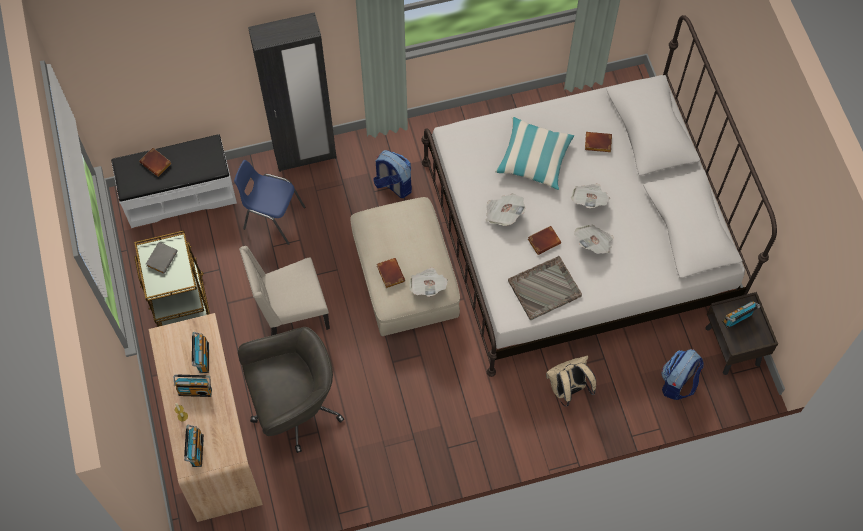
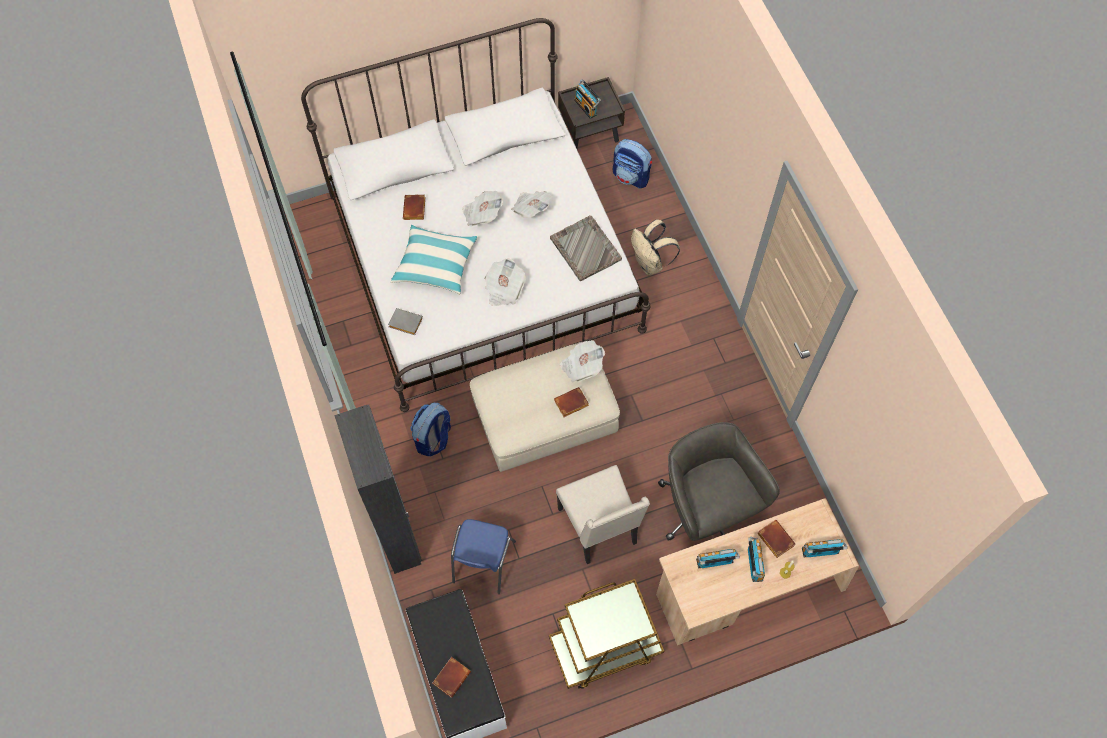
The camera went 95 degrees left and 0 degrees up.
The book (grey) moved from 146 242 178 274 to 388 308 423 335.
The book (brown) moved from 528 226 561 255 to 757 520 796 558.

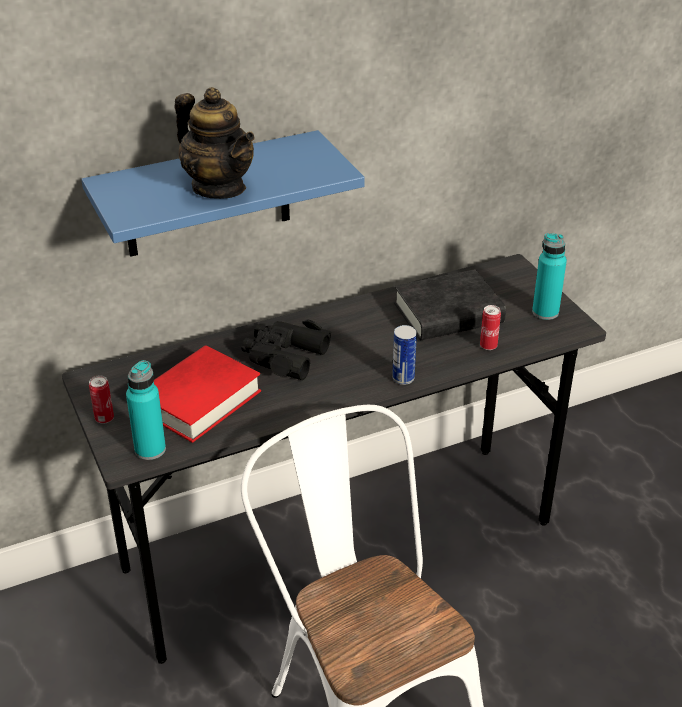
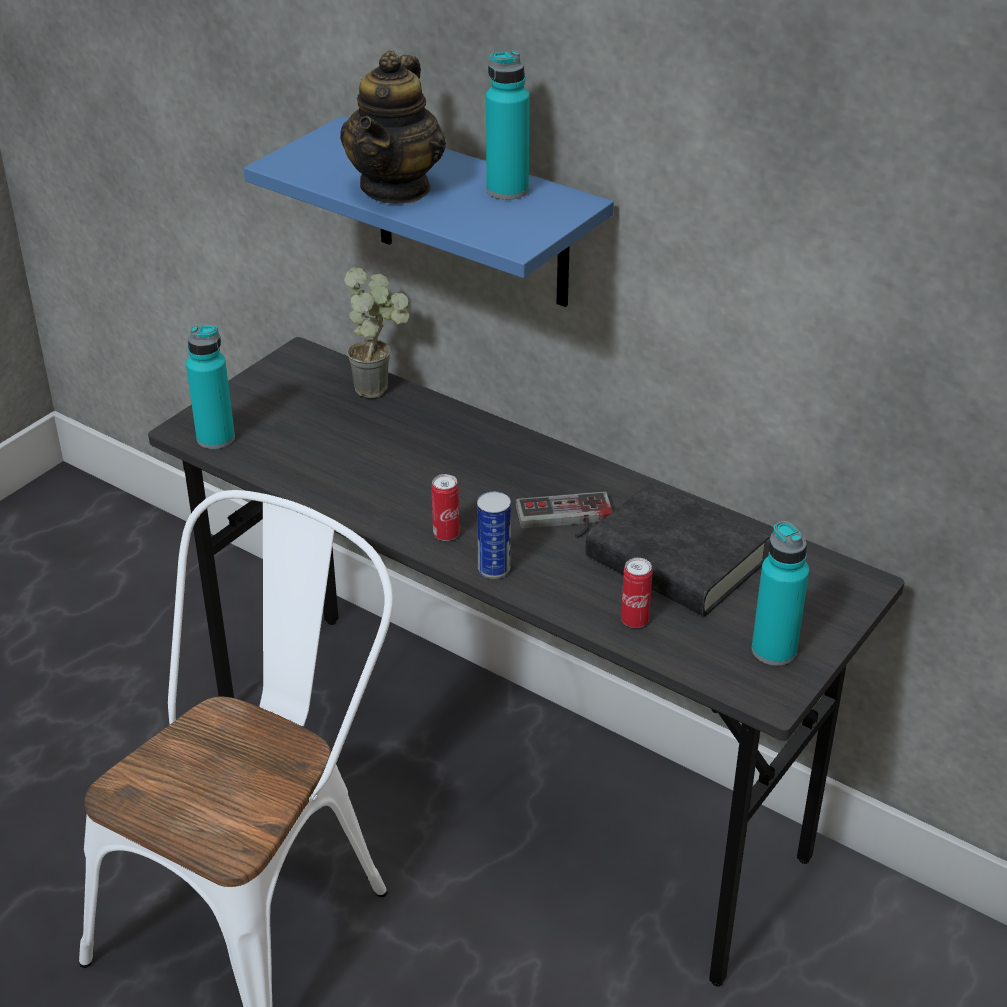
The camera went 60 degrees right and 0 degrees up.
The book (red) at 154 345 261 443 disappeared.
The binoculars (black) at 241 320 331 380 disappeared.
The potted plant at 344 267 410 398 appeared.
The bottle (turquoise) at 486 50 530 200 appeared.
The game controller at 516 492 613 538 appeared.
The can moved from 89 375 114 424 to 431 474 459 541.

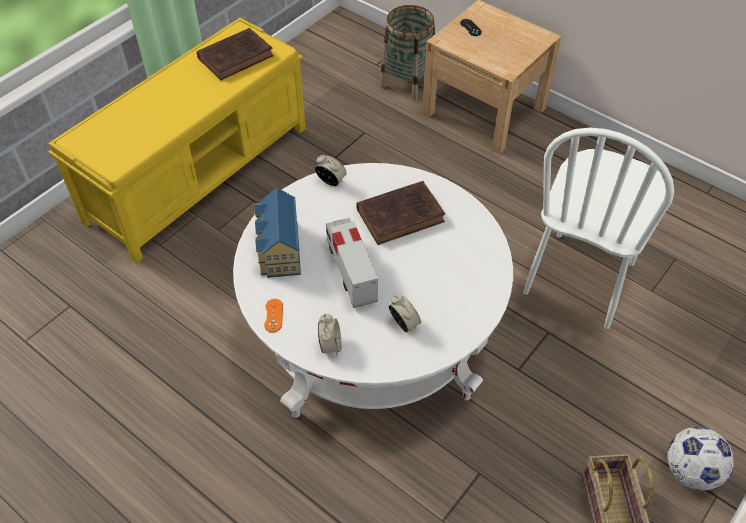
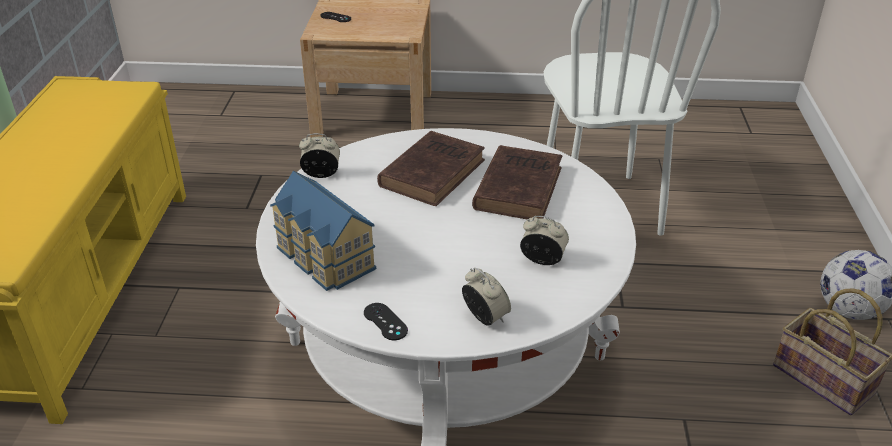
The camera went 35 degrees left and 15 degrees down.
The toy truck at 326 218 378 308 disappeared.
The basket at 380 5 435 100 disappeared.
The book (brown) moved from 197 28 273 80 to 472 145 562 219.
The game controller (orange) at 264 299 283 332 became the game controller (black) at 364 303 408 340.

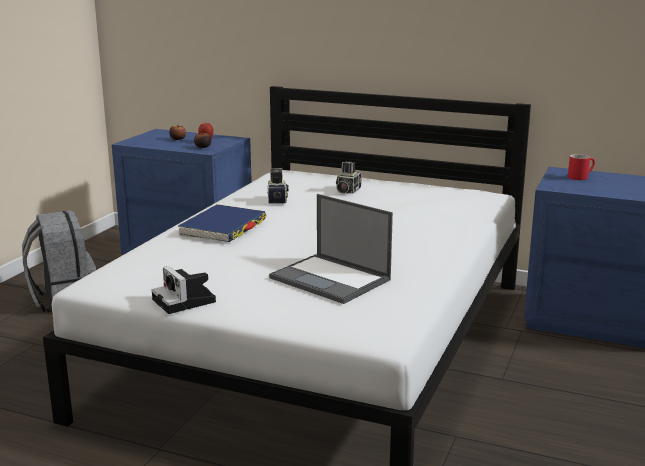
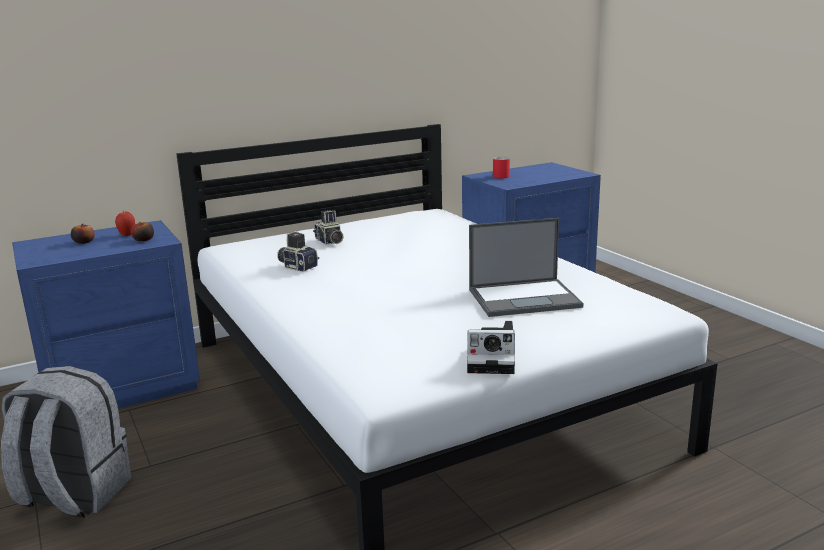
The camera went 50 degrees left and 0 degrees up.
The book (blue) at 178 204 266 242 disappeared.

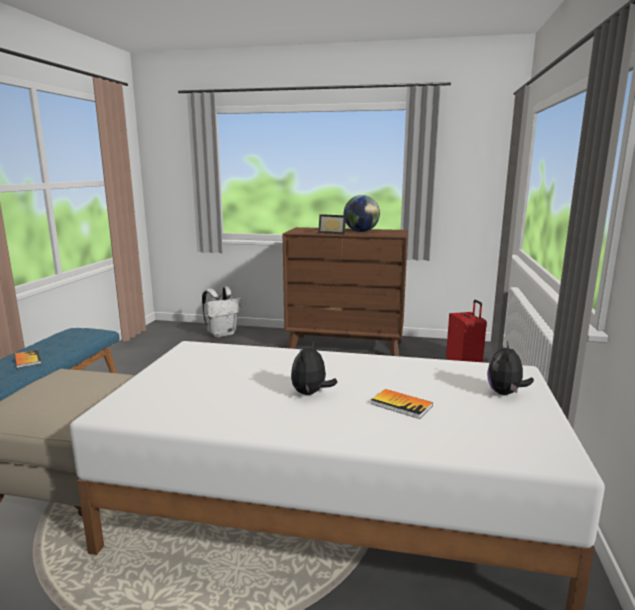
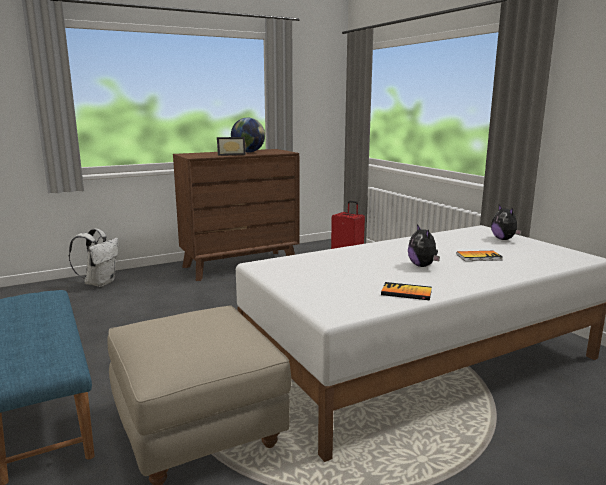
The camera went 40 degrees left and 0 degrees up.
The book moved from 14 350 41 368 to 381 282 432 300.

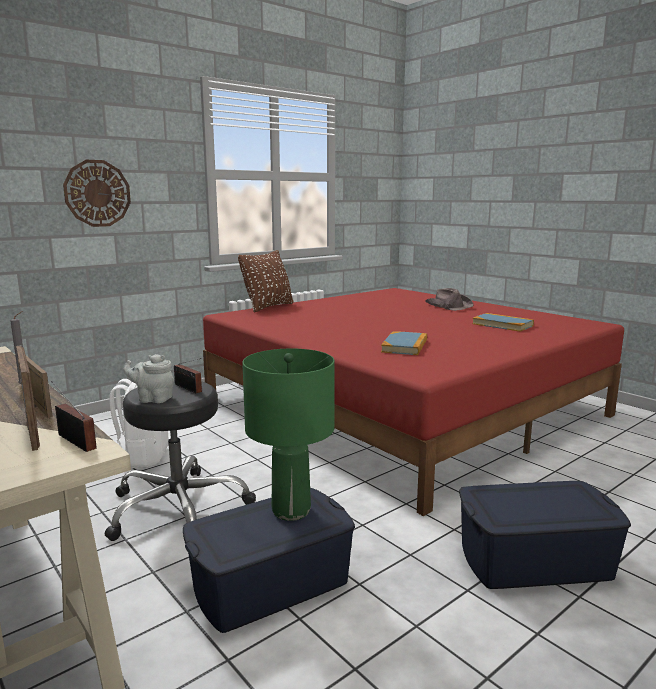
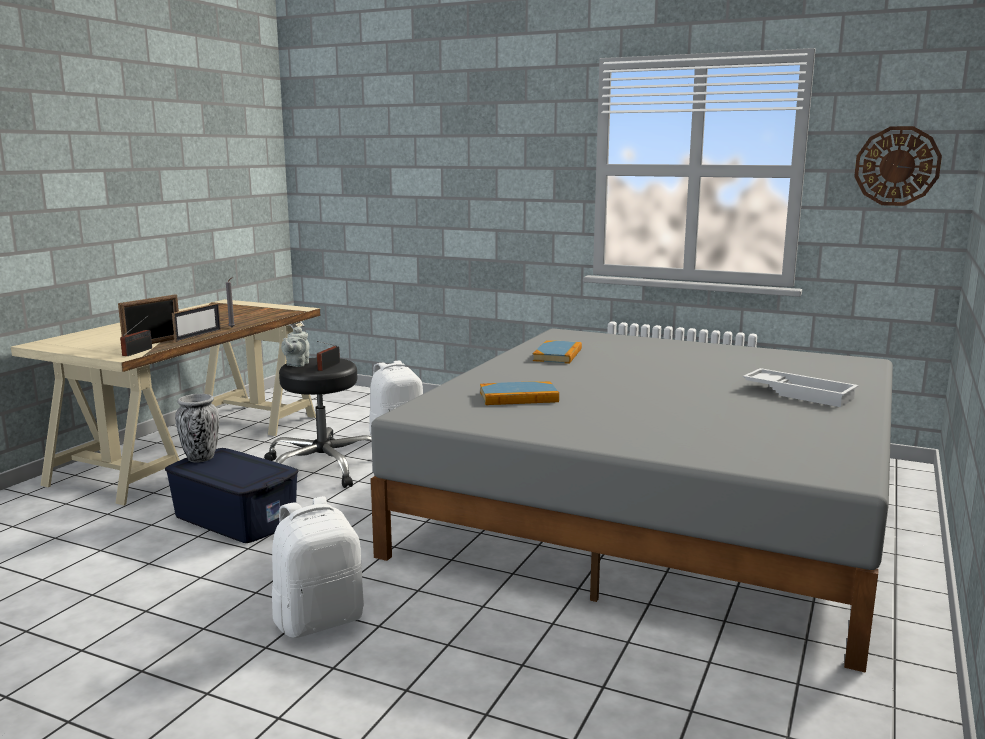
The camera went 65 degrees right and 0 degrees up.
The pillow (brown) at 238 250 294 313 disappeared.
The table lamp (green) at 242 348 335 521 disappeared.
The vase at 175 394 219 463 appeared.
The wall clock moved from 63 160 131 227 to 854 126 942 206.
The book moved from 472 313 534 332 to 533 340 582 364.
The hat (brown) at 425 288 474 311 was replaced by the tray (white) at 743 368 859 407.
The storage box (blue) at 459 481 631 589 was replaced by the backpack (white) at 272 496 364 638.
The bed (red) at 203 288 624 516 became the bed (grey) at 371 329 893 673.
The teapot (grey) at 123 354 174 403 turned 150 degrees counterclockwise.

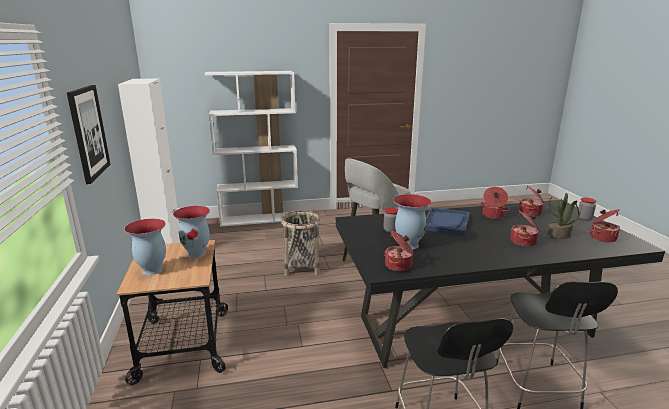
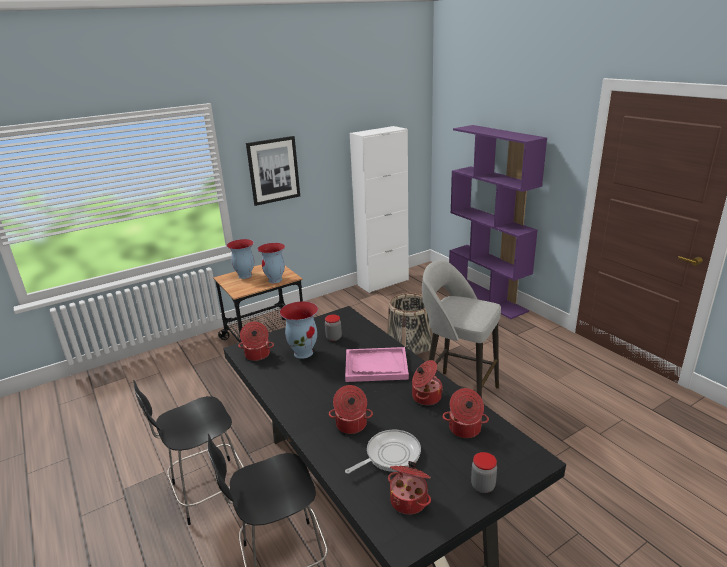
The camera went 70 degrees right and 5 degrees up.
The potted plant at 547 193 580 239 was replaced by the frying pan at 345 429 421 474.
The bookcase (white) at 205 71 298 227 became the bookcase (purple) at 449 125 547 319.
The tray (blue) at 426 207 470 236 became the tray (pink) at 345 347 409 382.

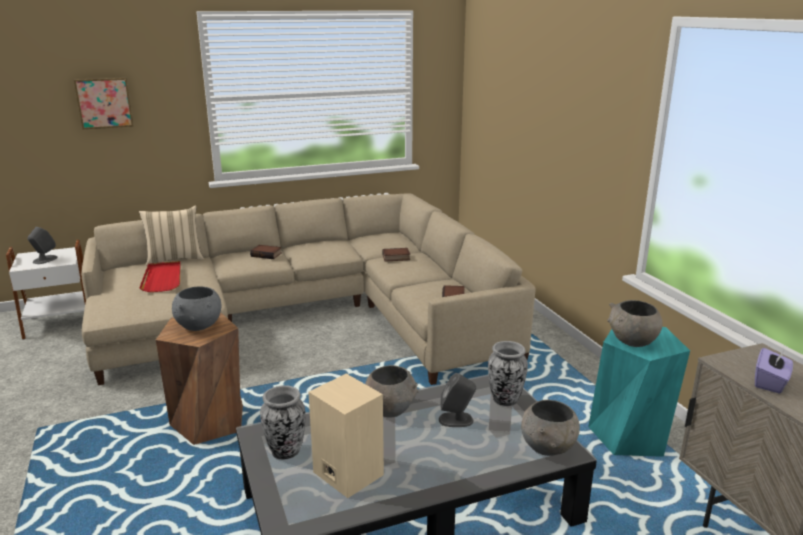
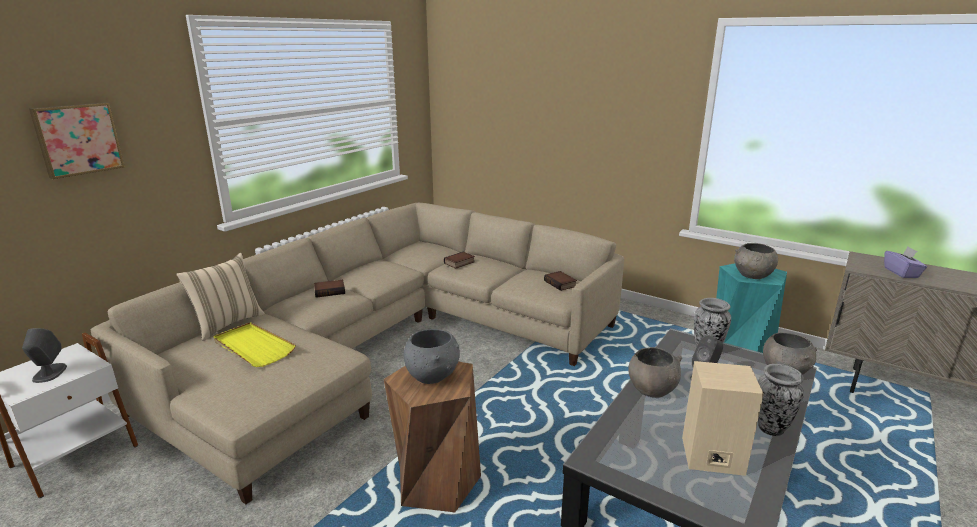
The camera went 35 degrees left and 0 degrees up.
The vase moved from 260 385 306 460 to 758 364 804 436.
The tray (red) at 139 261 181 292 became the tray (yellow) at 213 322 296 367.

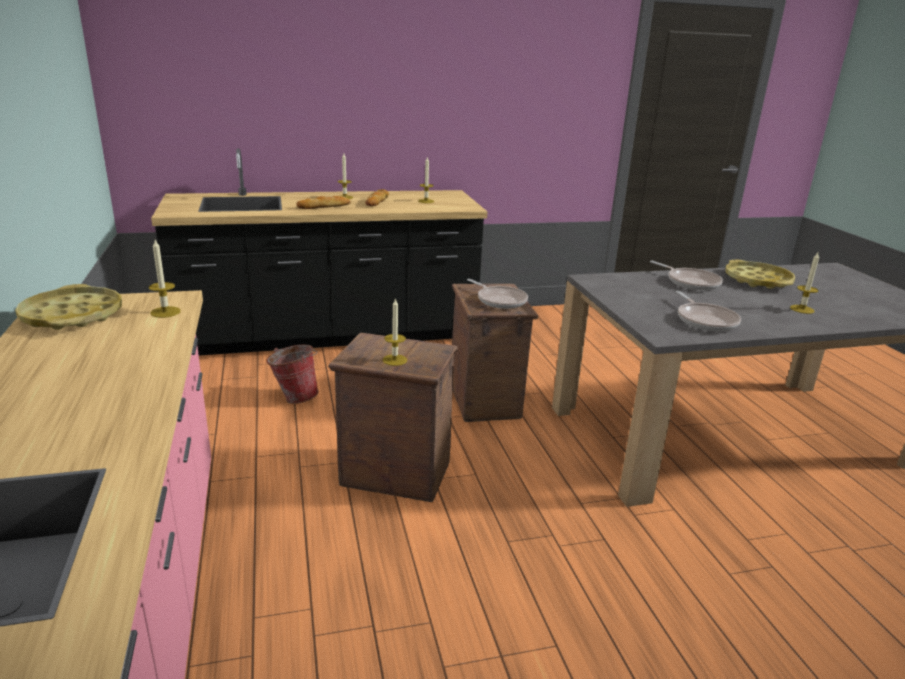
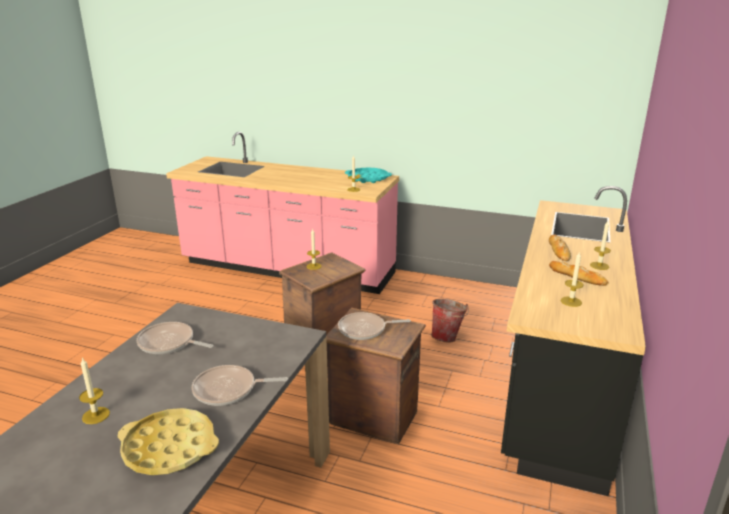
The camera went 125 degrees right and 0 degrees up.
The tray (yellow) at 15 284 122 330 became the tray (turquoise) at 345 167 392 183.

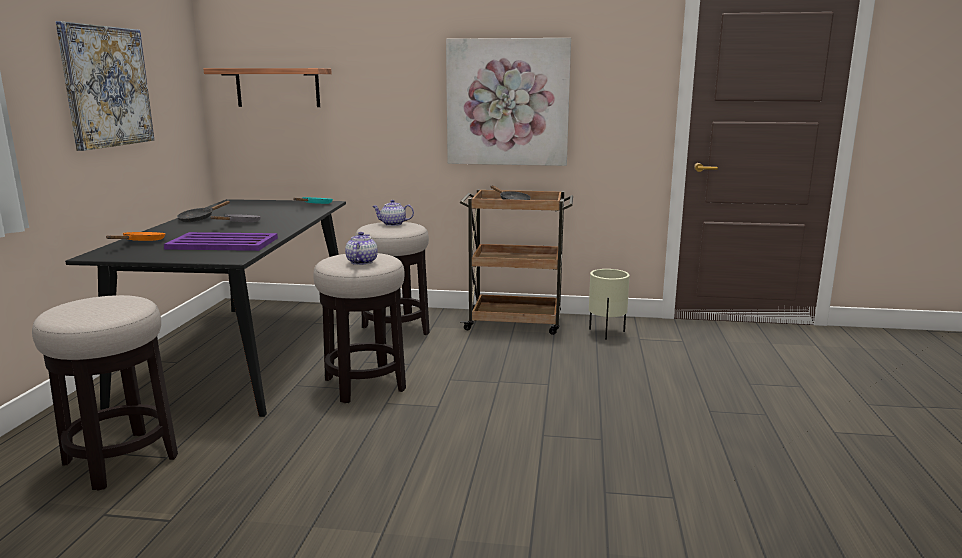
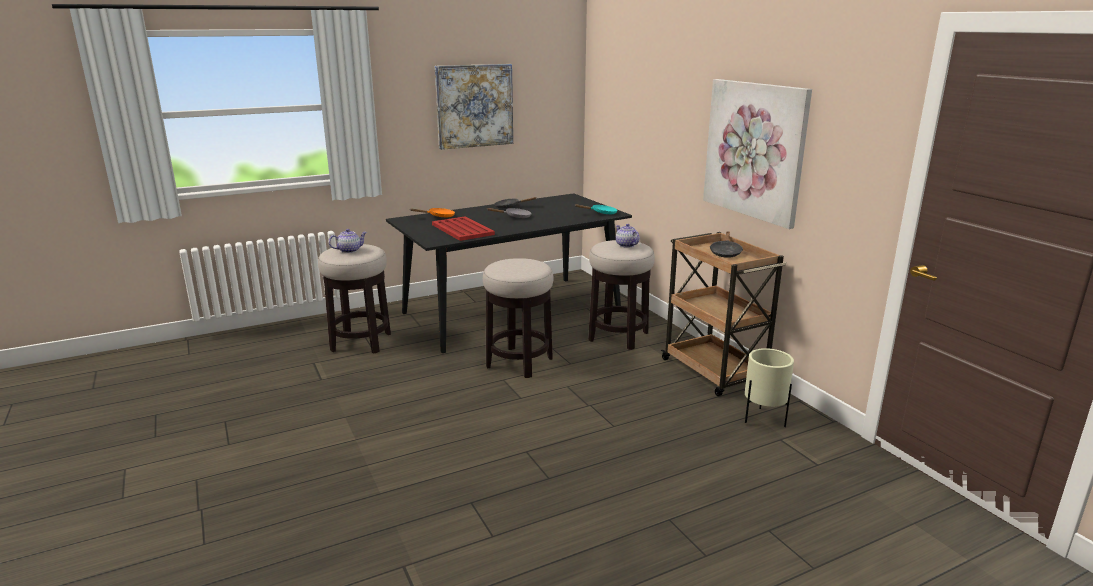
The camera went 55 degrees right and 5 degrees up.
The shelf at 203 68 332 107 disappeared.
The teapot moved from 345 232 378 265 to 329 229 367 253.
The tray (purple) at 164 232 278 251 became the tray (red) at 432 216 495 241.

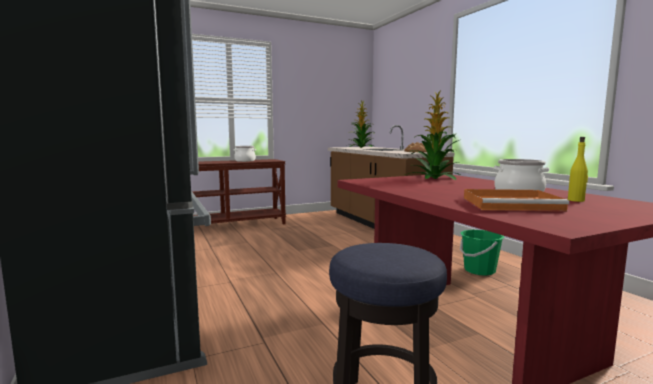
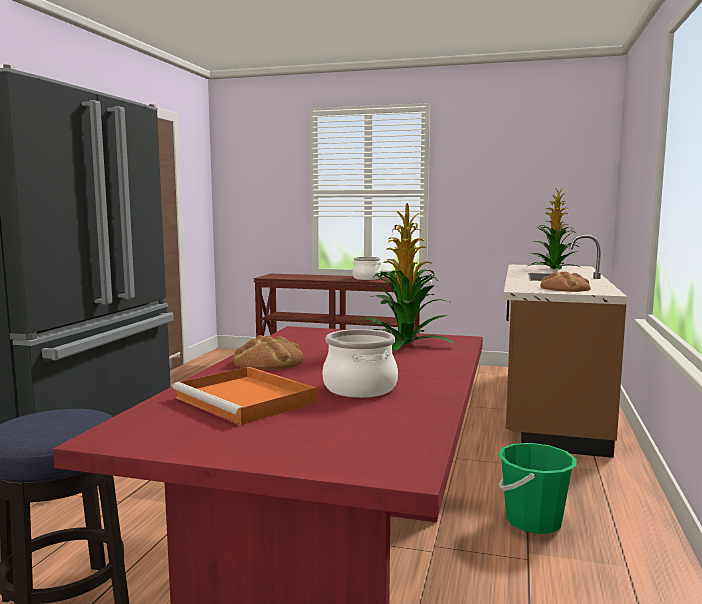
The camera went 40 degrees right and 0 degrees up.
The bottle (yellow) at 568 137 588 202 disappeared.
The bread at 233 335 304 370 appeared.

